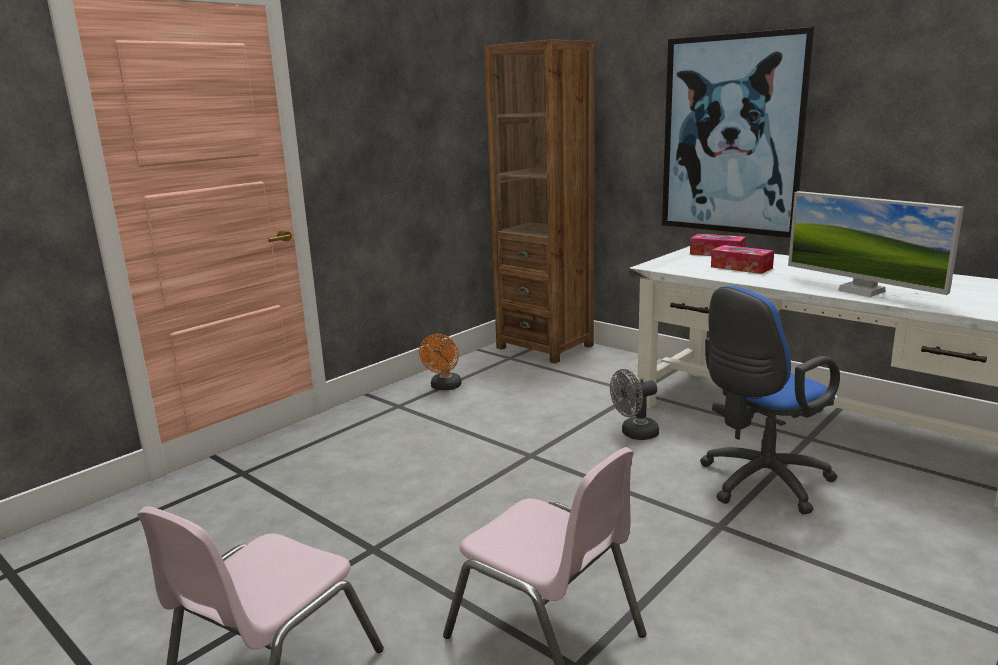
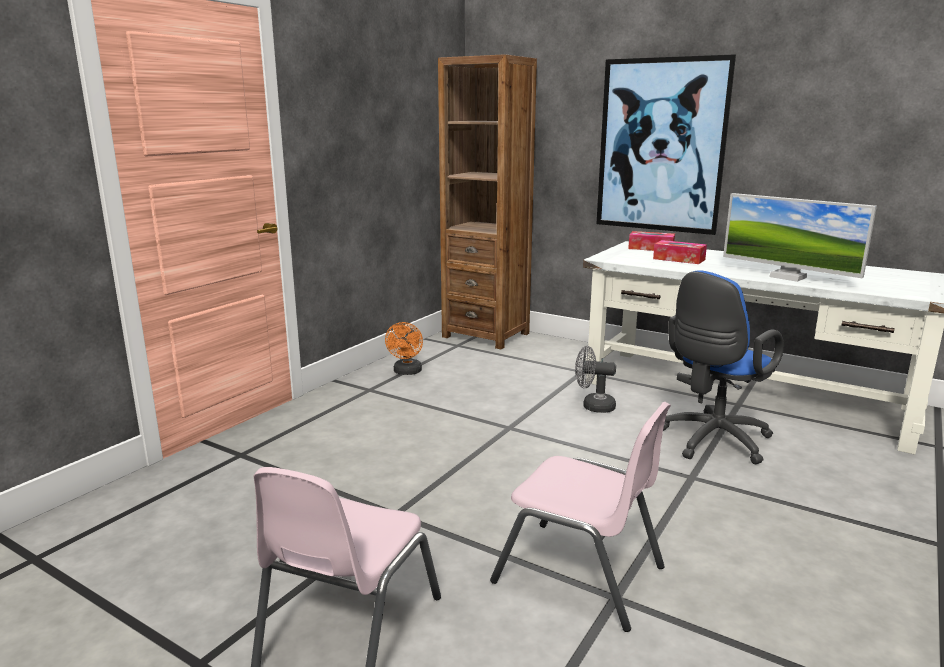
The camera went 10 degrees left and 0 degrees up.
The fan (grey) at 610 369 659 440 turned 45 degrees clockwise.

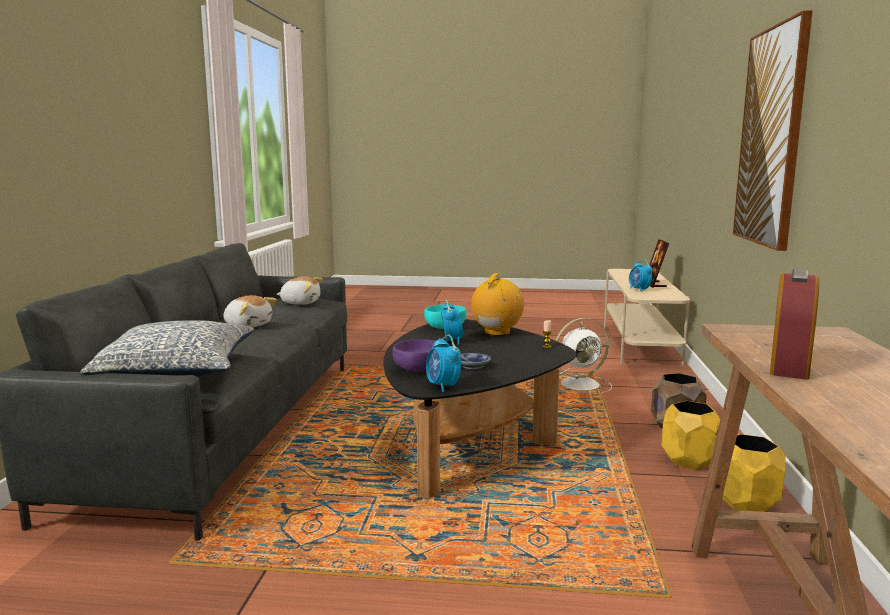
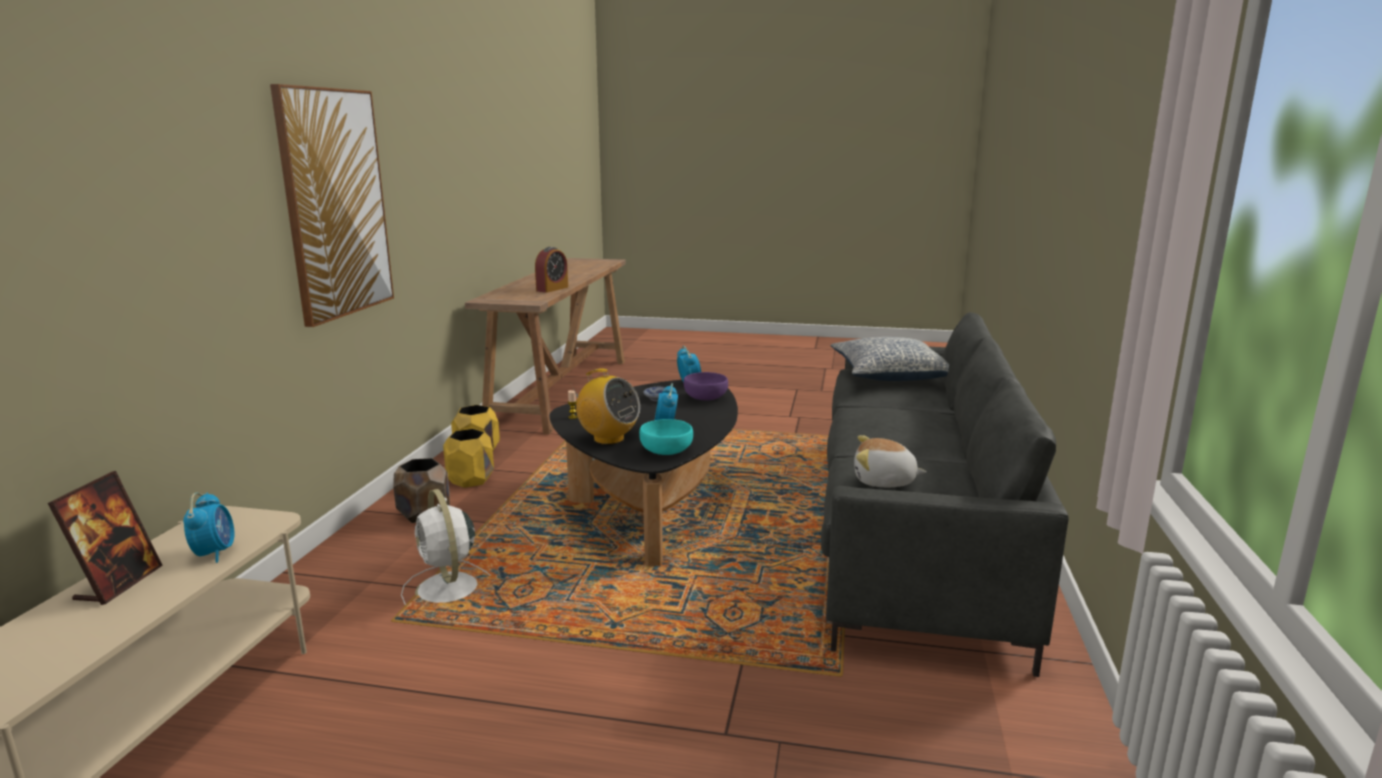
The camera went 175 degrees left and 5 degrees up.
The plush toy at 223 295 277 328 disappeared.
The radio at 471 273 524 336 turned 90 degrees counterclockwise.
The fan (white) at 555 318 612 394 turned 105 degrees counterclockwise.

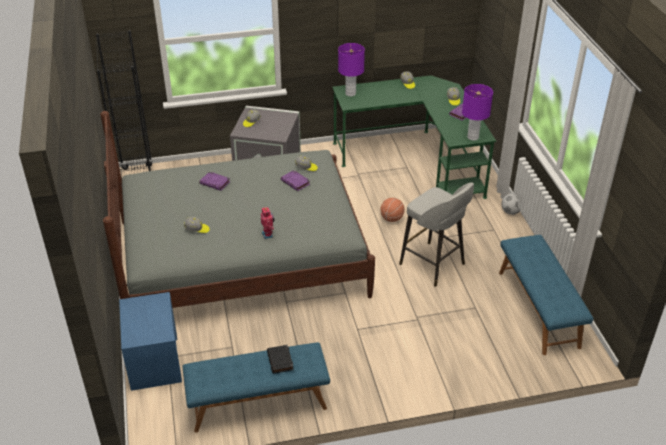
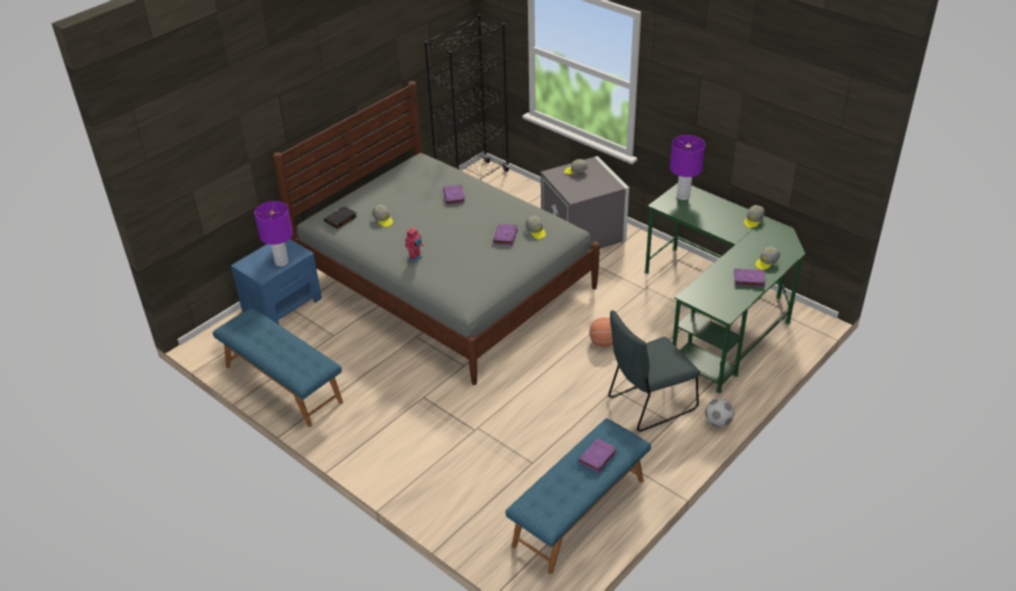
The camera went 55 degrees right and 0 degrees up.
The stool (grey) at 399 182 474 287 disappeared.
The book (purple) at 578 438 617 473 appeared.
The chair (grey) at 608 310 700 432 appeared.
The book (black) moved from 267 345 294 374 to 324 206 357 229.
The table lamp (purple) moved from 462 84 493 141 to 254 201 293 266.

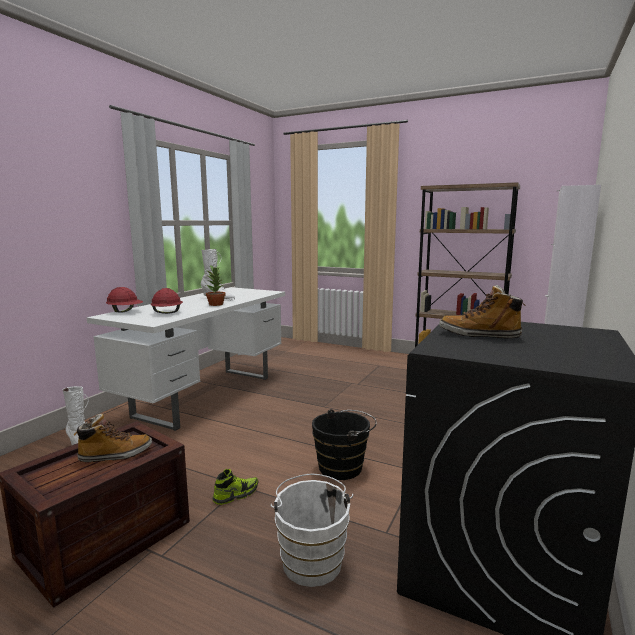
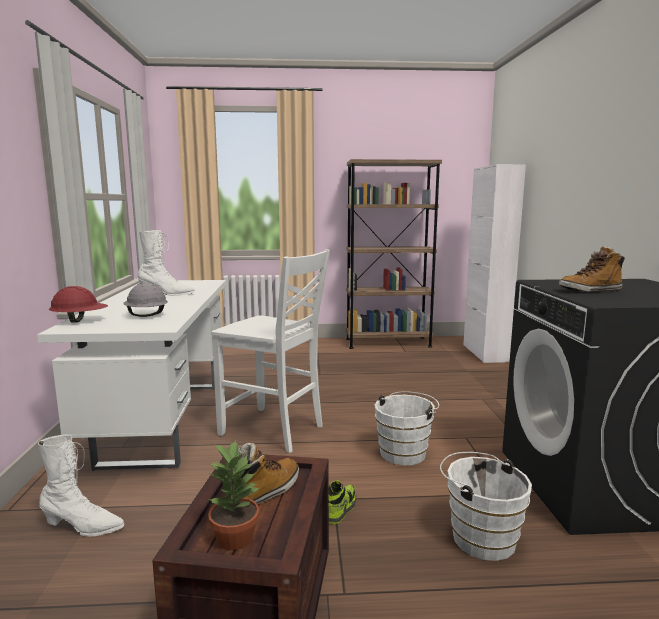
The camera went 30 degrees left and 0 degrees up.
The chair (white) at 211 249 330 453 appeared.
The potted plant moved from 206 265 225 306 to 208 440 259 550.
The hard hat (red) at 151 288 183 314 became the hard hat (grey) at 123 282 168 317.
The bucket (black) at 312 409 377 480 became the bucket (white) at 375 391 439 465.

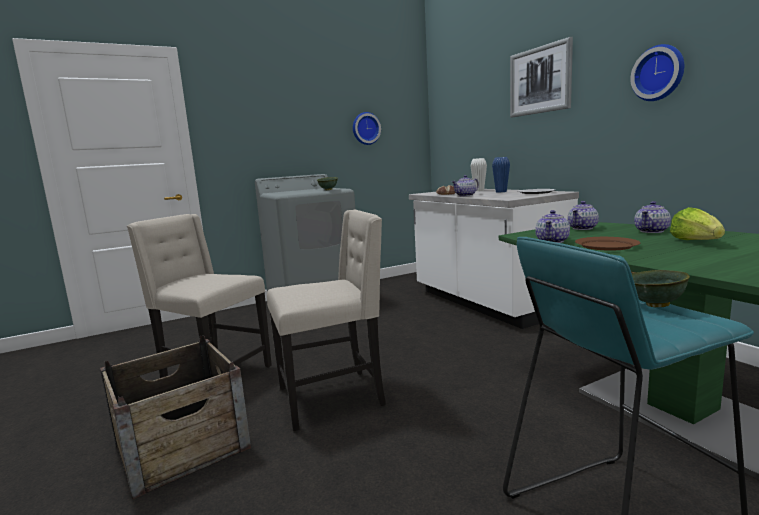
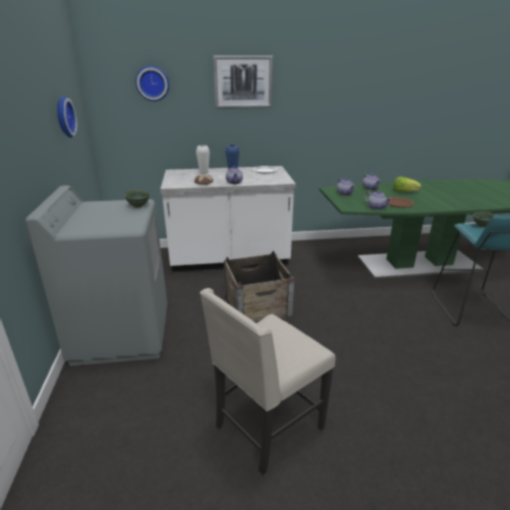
The camera went 70 degrees left and 15 degrees up.
The chair (beige) at 267 210 386 431 disappeared.
The crate moved from 100 335 251 499 to 224 251 294 323.
The wall clock moved from 630 44 684 101 to 136 66 169 101.

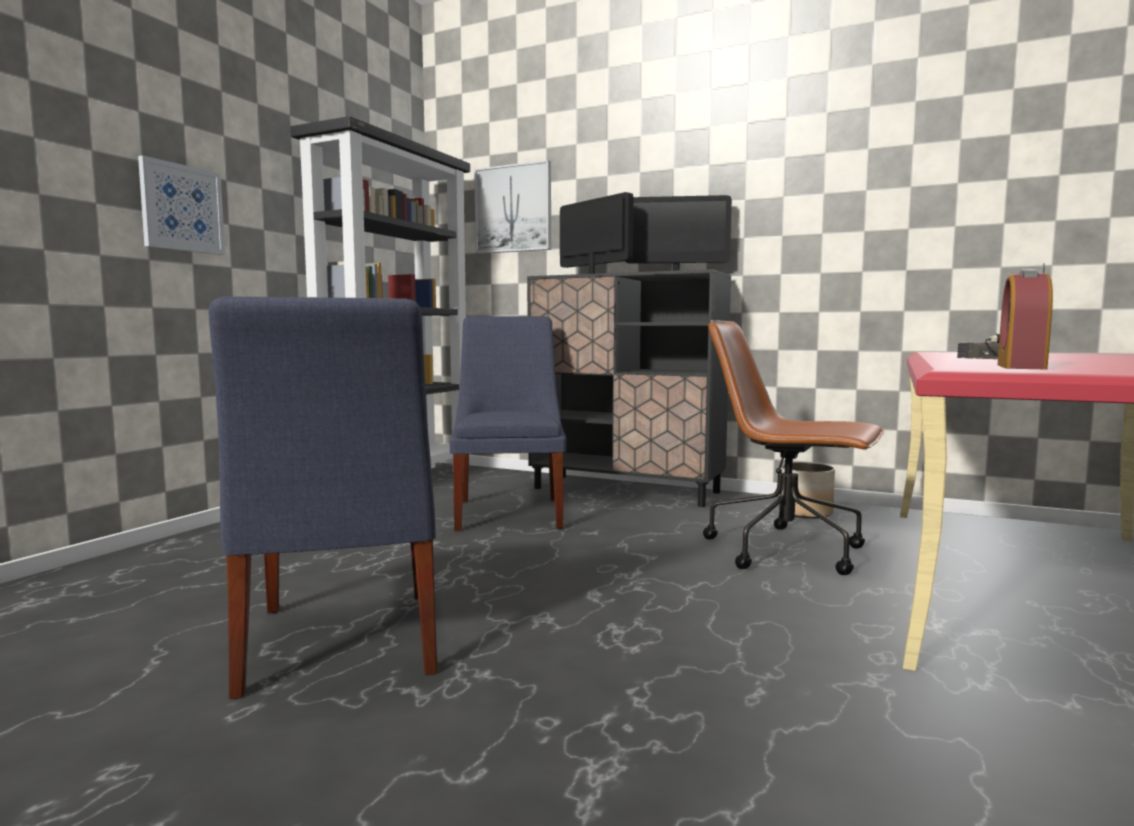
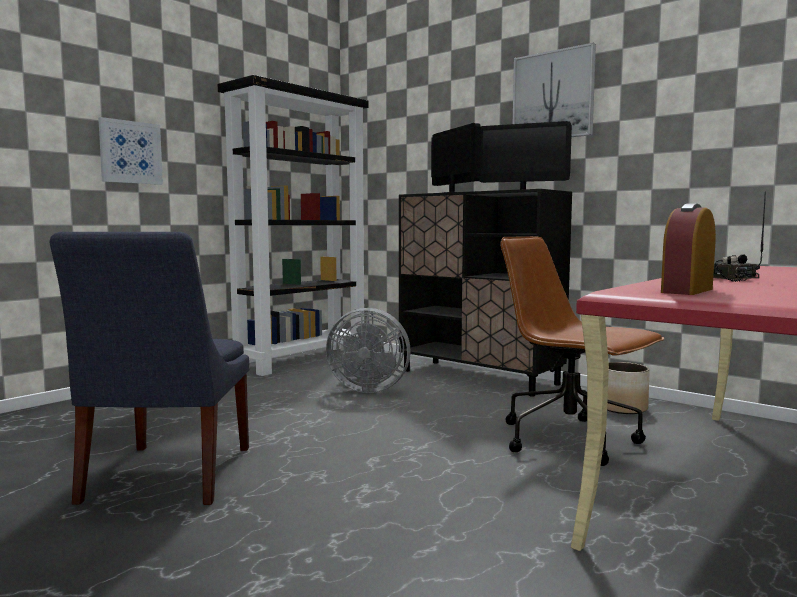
The camera went 15 degrees right and 0 degrees up.
The picture moved from 474 160 551 254 to 513 43 596 137.
The chair (blue) at 450 316 566 531 was replaced by the fan (grey) at 326 308 411 393.

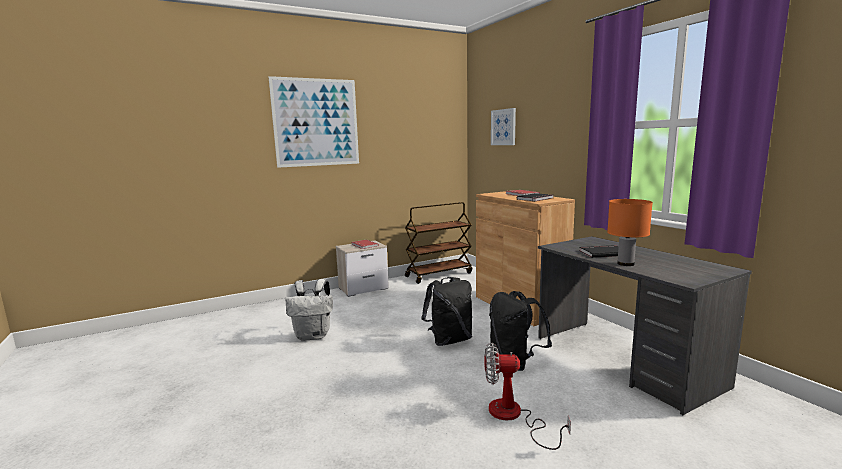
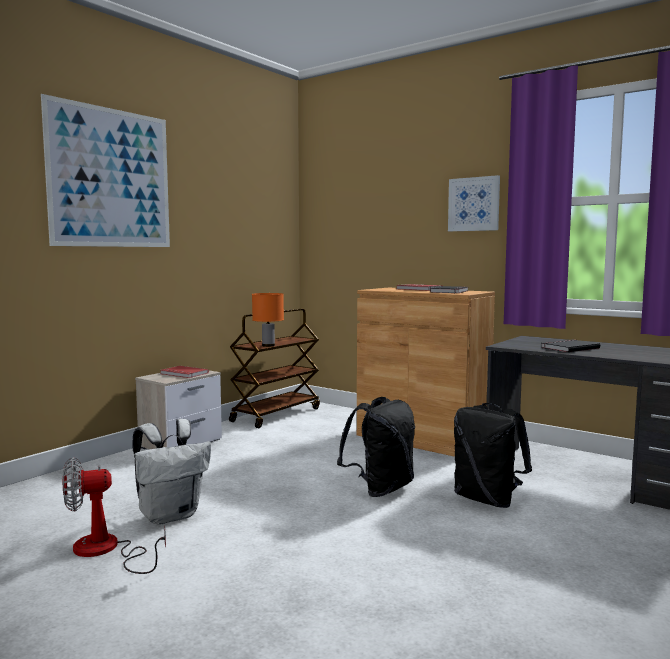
The camera went 25 degrees left and 5 degrees down.
The fan moved from 484 343 571 450 to 63 457 166 574.
The picture moved from 491 108 516 145 to 448 175 500 231.
The table lamp (orange) moved from 607 199 653 266 to 252 293 284 347.

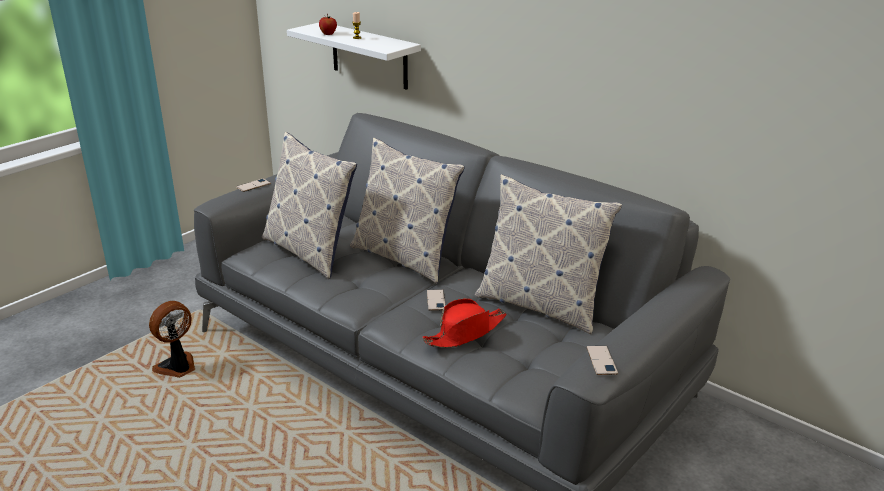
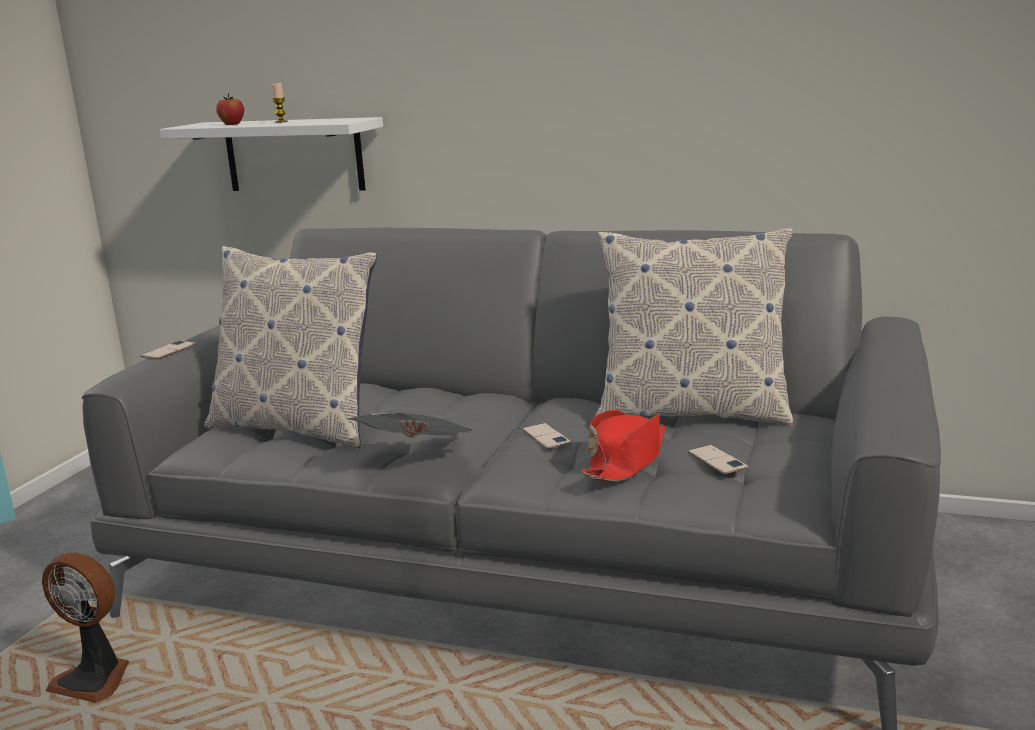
The camera went 20 degrees left and 10 degrees down.
The pillow at 350 137 465 284 disappeared.
The newspaper at 345 413 472 438 appeared.
The phone moved from 587 346 618 375 to 688 445 749 474.
The fan at 149 301 195 378 turned 90 degrees counterclockwise.

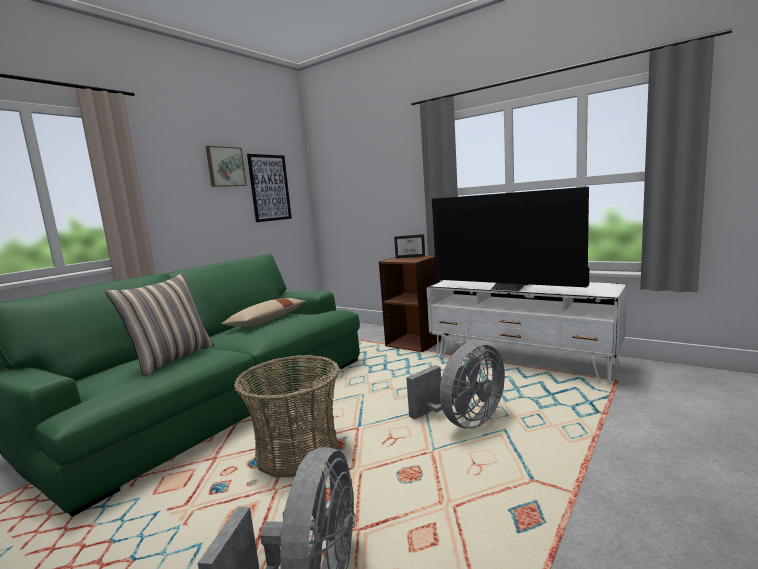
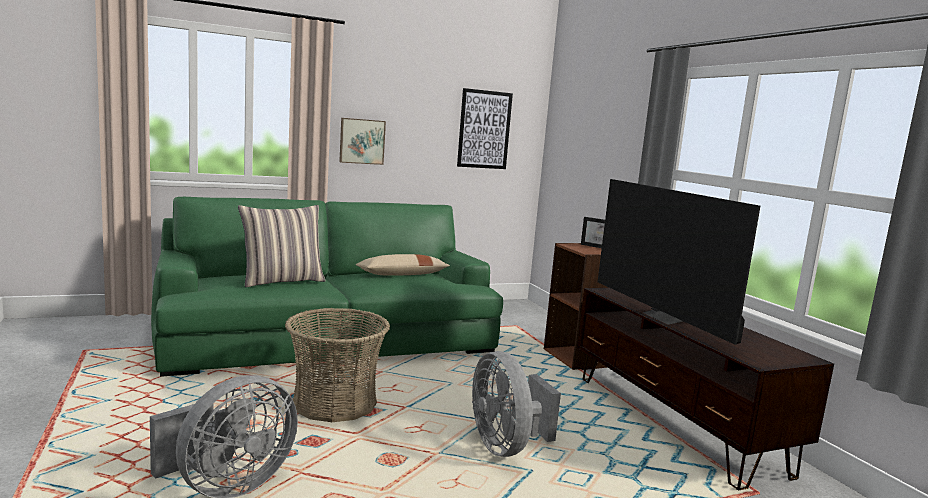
The camera went 30 degrees right and 0 degrees up.
The picture moved from 206 146 247 187 to 339 118 386 165.
The tv stand (white) at 427 280 627 384 became the tv stand (brown) at 577 288 834 490.
The fan (grey) at 406 342 505 429 turned 75 degrees clockwise.

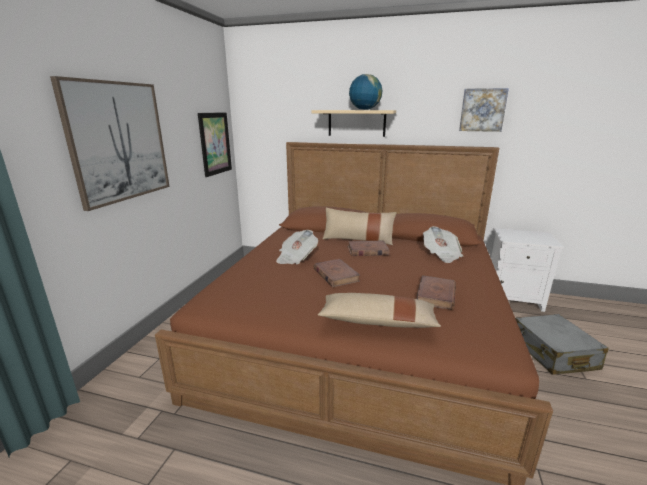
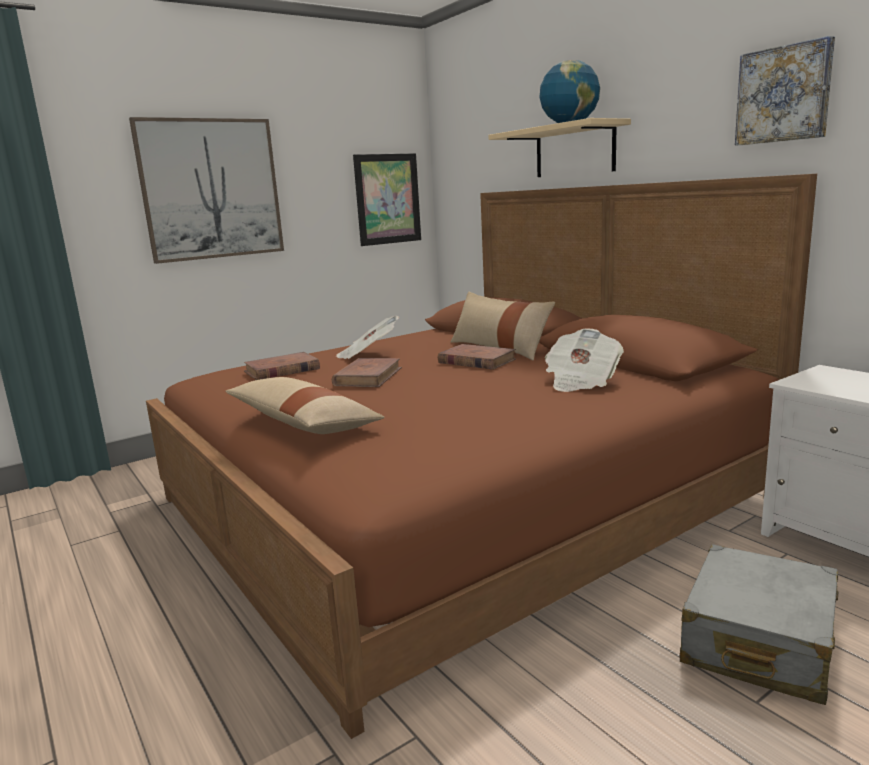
The camera went 40 degrees right and 5 degrees down.
The book (brown) moved from 417 275 456 310 to 244 352 320 380.

